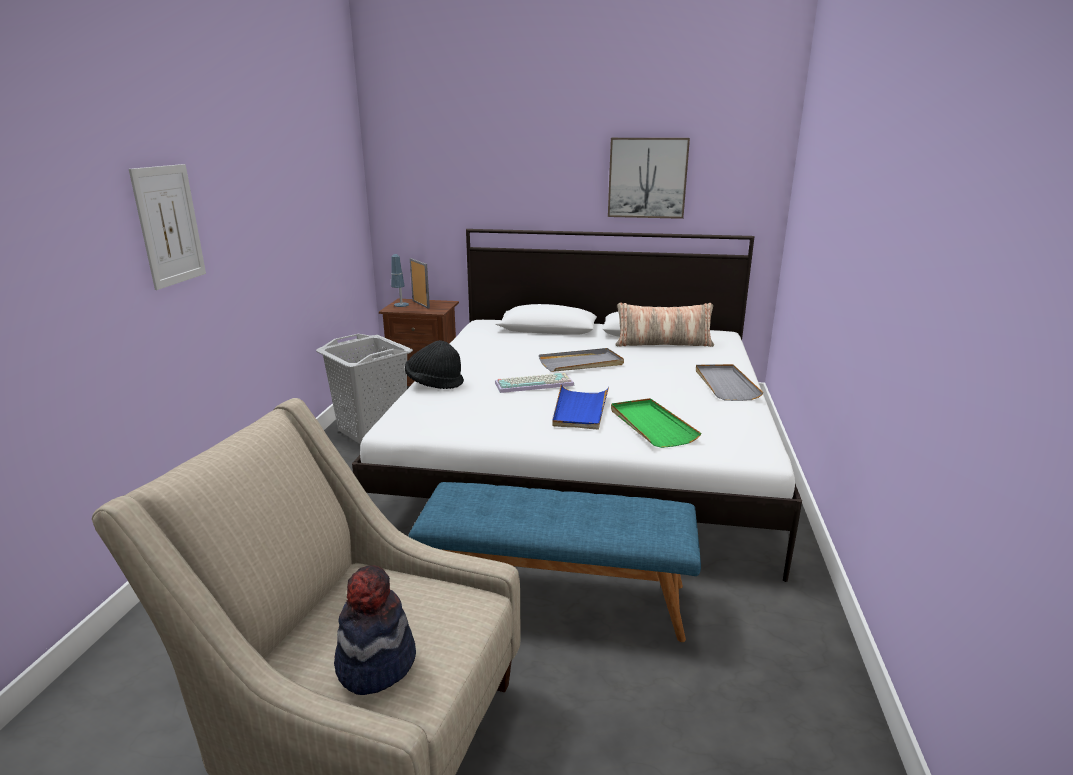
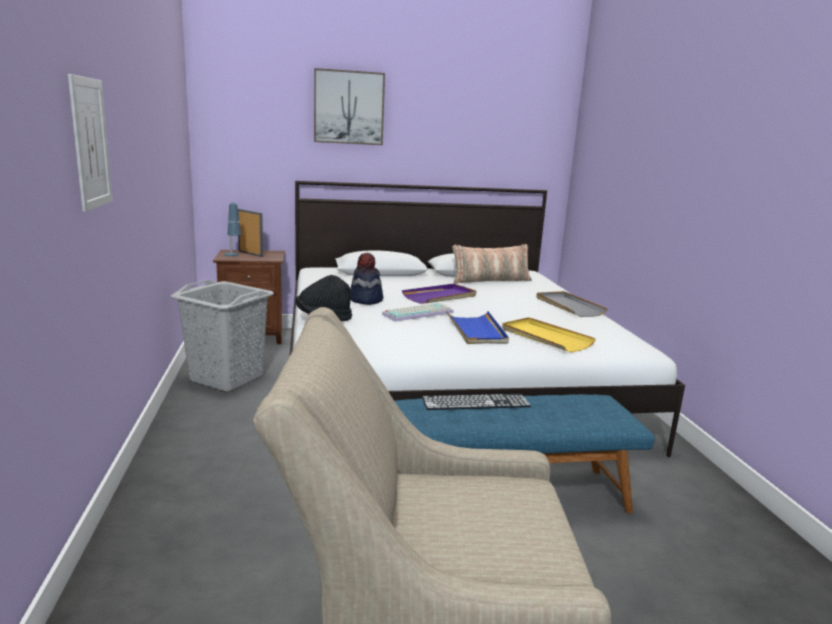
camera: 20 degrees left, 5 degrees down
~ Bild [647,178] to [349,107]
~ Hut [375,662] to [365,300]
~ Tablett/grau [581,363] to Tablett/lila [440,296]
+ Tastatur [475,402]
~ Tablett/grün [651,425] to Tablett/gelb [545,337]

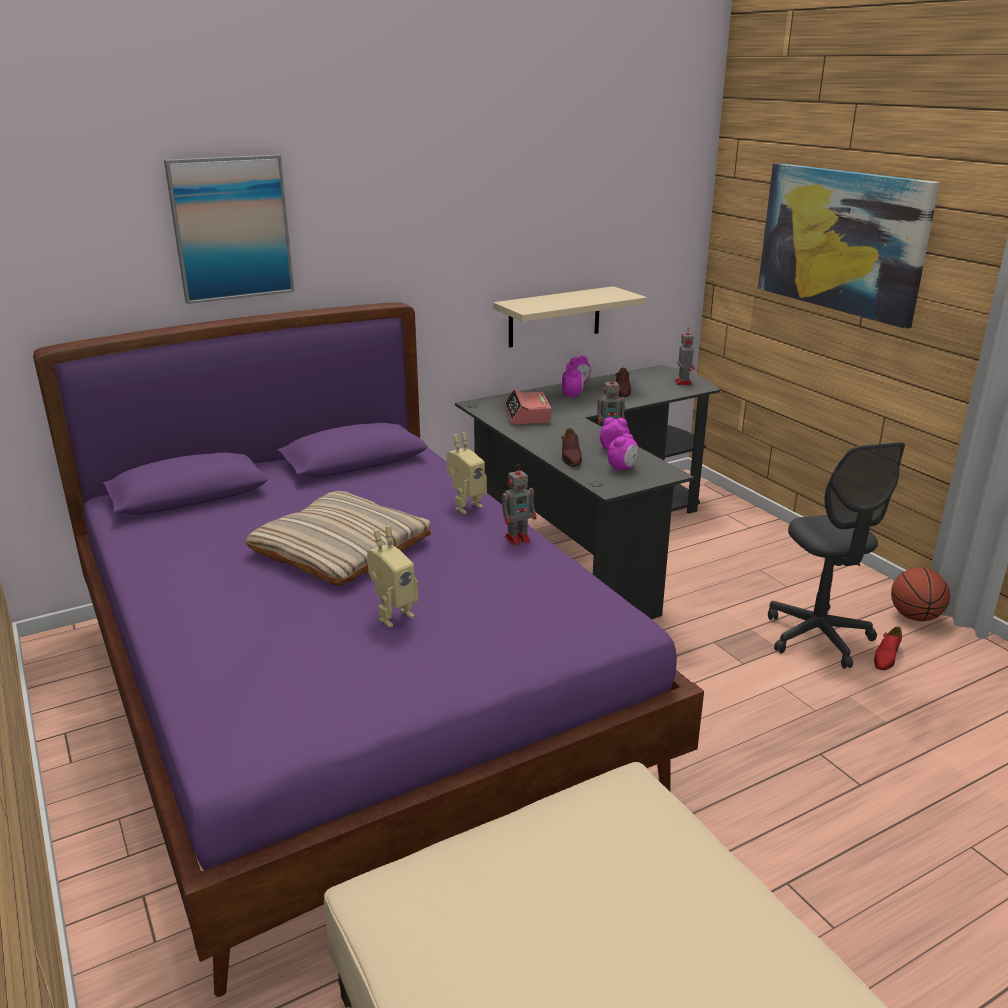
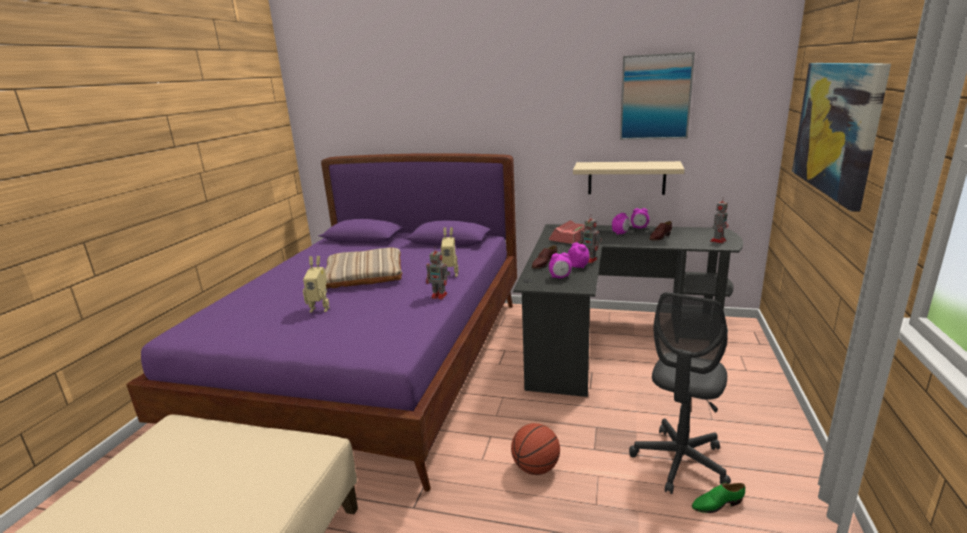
camera: 45 degrees right, 5 degrees down
~ Basketball [914,617] to [535,468]
~ Bild [231,228] to [655,97]
~ Schuh/rot [886,657] to Schuh/grün [716,504]

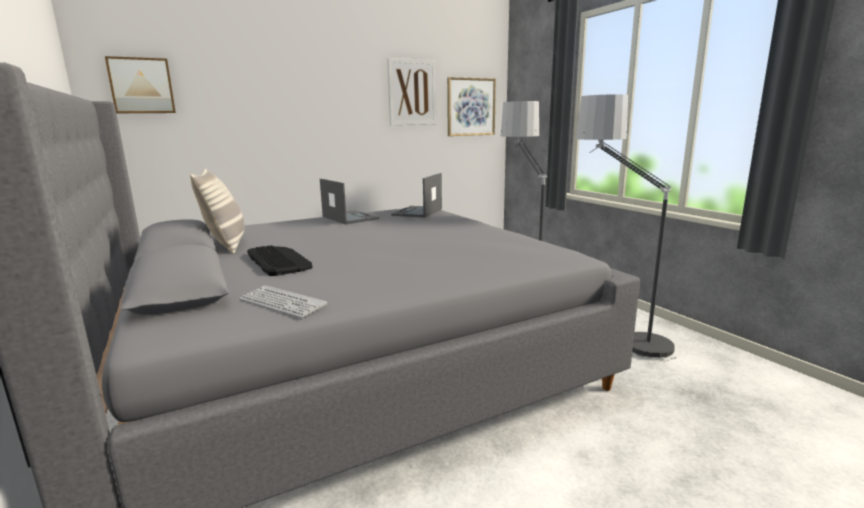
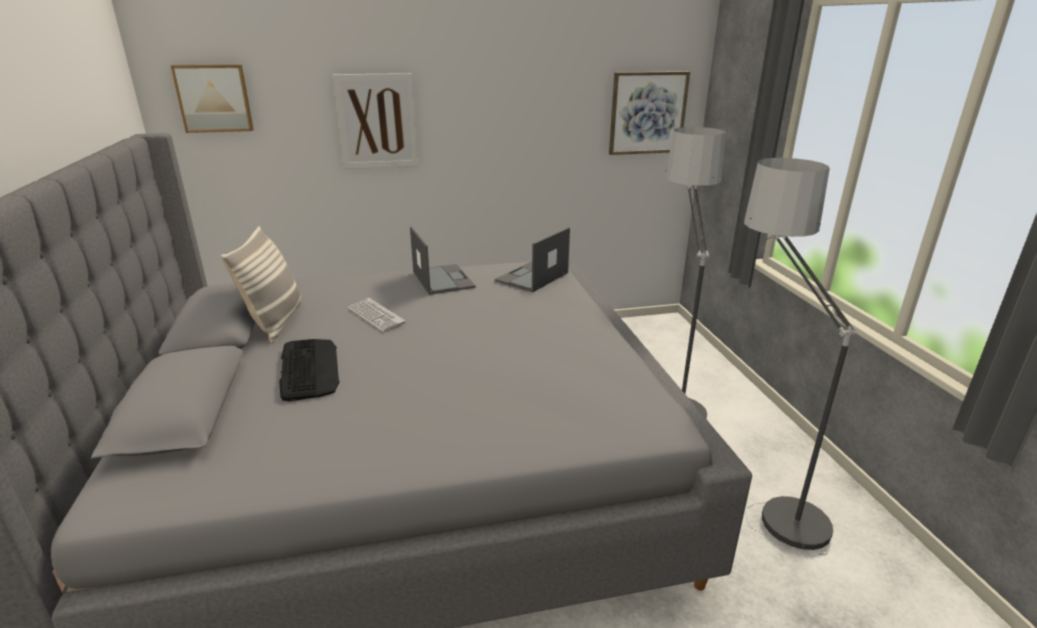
camera: 15 degrees right, 10 degrees up
~ Bild [412,92] to [377,121]
~ Tastatur [282,303] to [375,316]

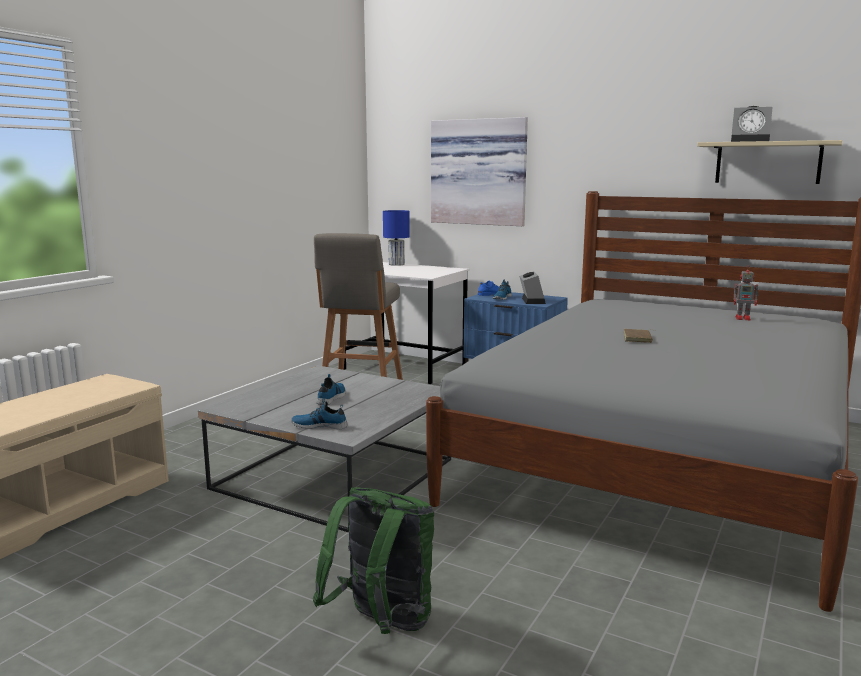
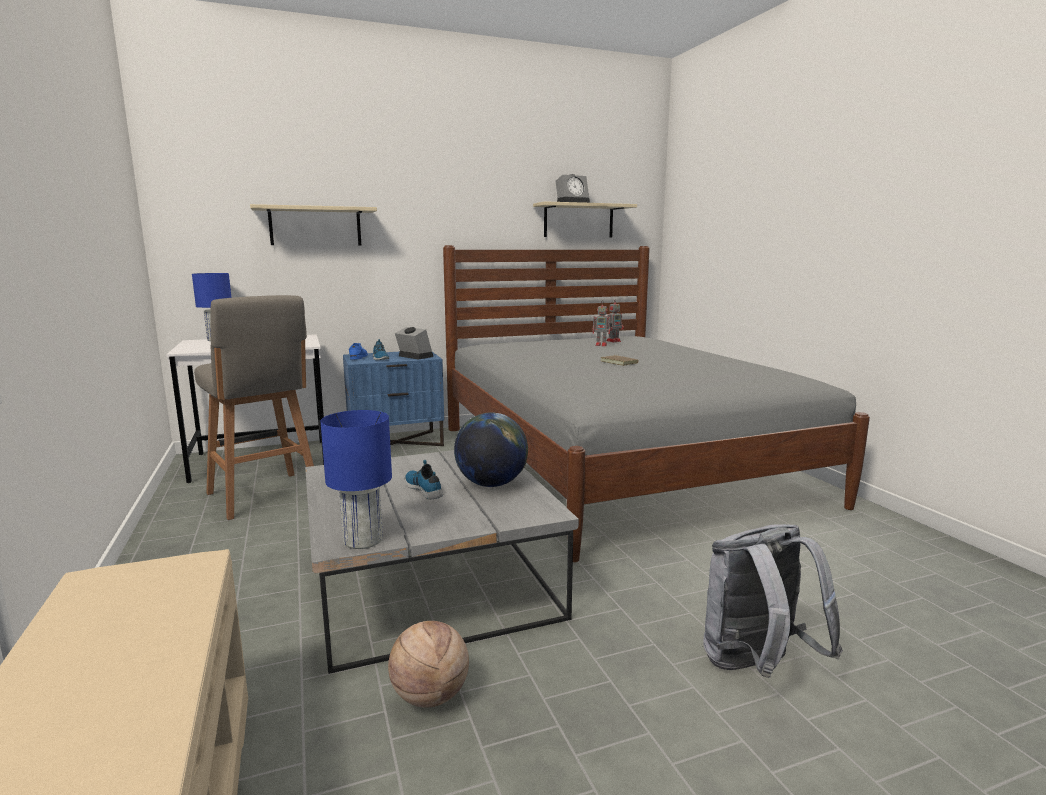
camera: 50 degrees left, 0 degrees up
~ Bild [479,172] to Wandregal/beige [315,226]
+ Tischlampe/blau [363,540]
+ Basketball [430,696]
+ Globus [491,484]
+ Spielzeugroboter [602,345]
~ Rucksack/grün [382,624] to Rucksack/grau [756,667]
- Schuh [319,425]

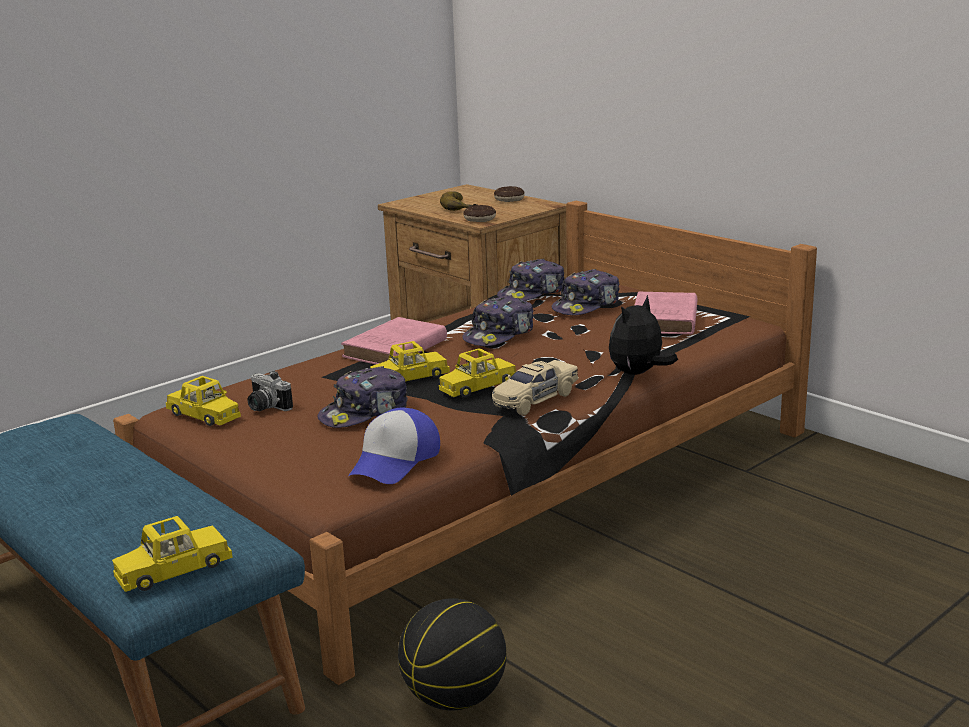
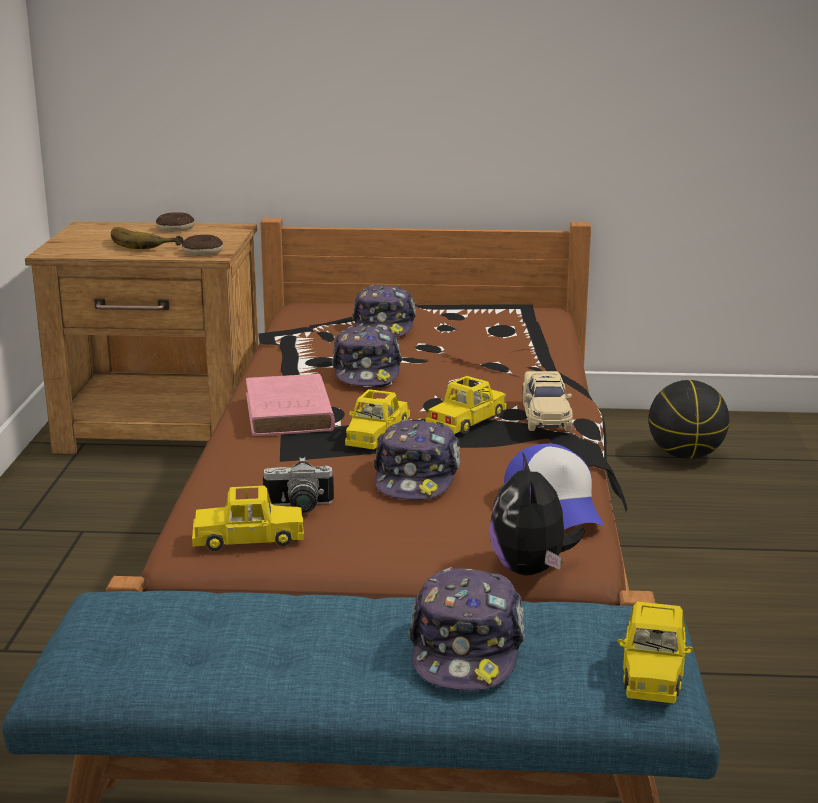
camera: 45 degrees left, 0 degrees up
~ Kappe [532,294] to [467,649]
~ Spielzeugauto/gelb [478,387] = [468,421] 150 degrees counterclockwise
~ Plüschtier [638,373] to [531,570]
~ Basketball [455,698] to [686,455]
- Buch/rosa [664,320]

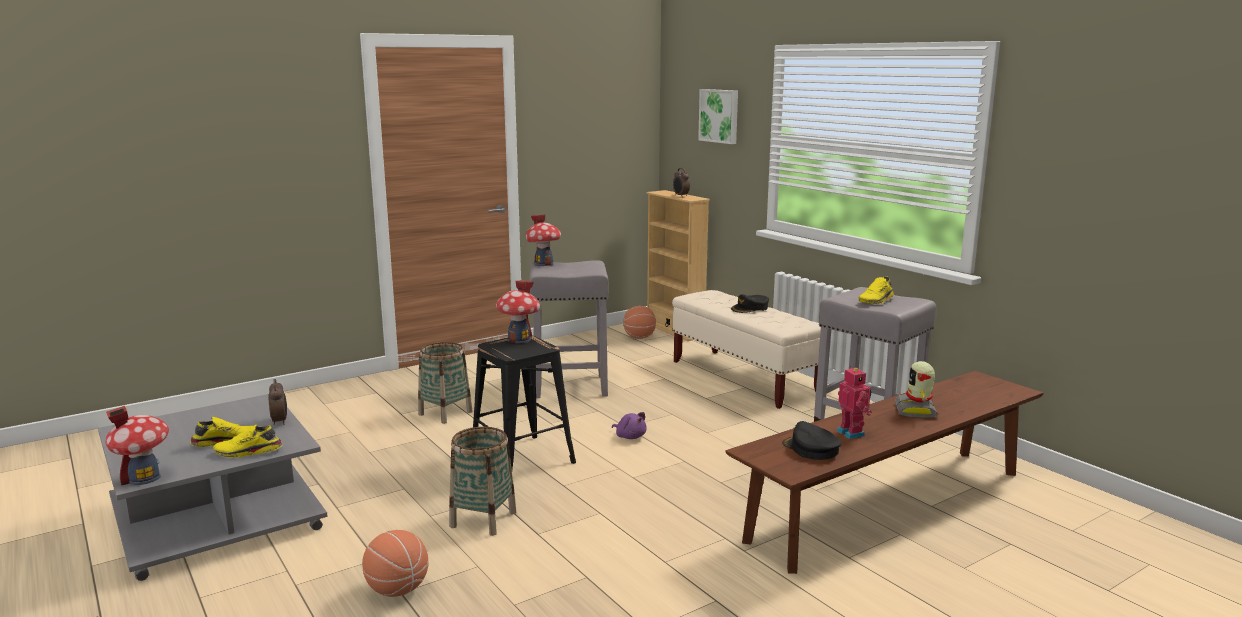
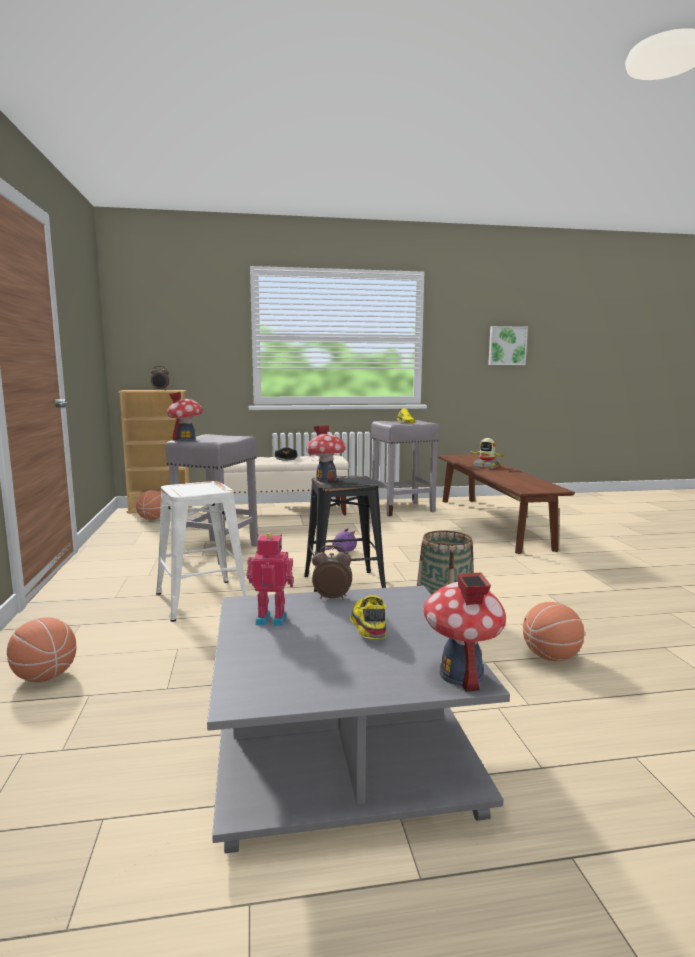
camera: 65 degrees left, 5 degrees down
+ Basketball [45,676]
~ Korb [445,413] to Hocker/weiß [200,599]
~ Spielzeugroboter [852,433] to [271,619]
~ Bild [720,116] to [507,346]
- Schuh/gelb [248,453]
- Kappe/schwarz [810,449]

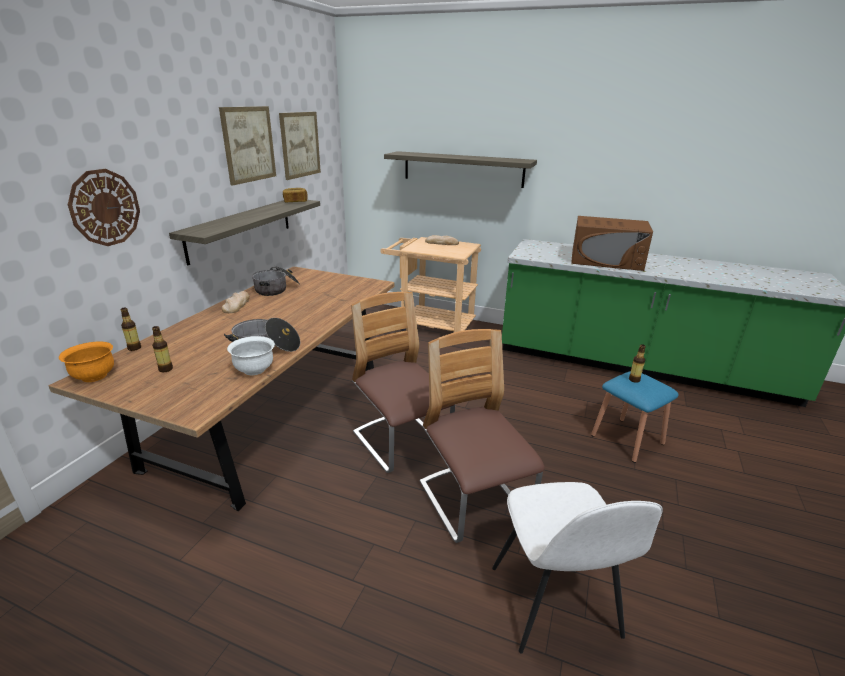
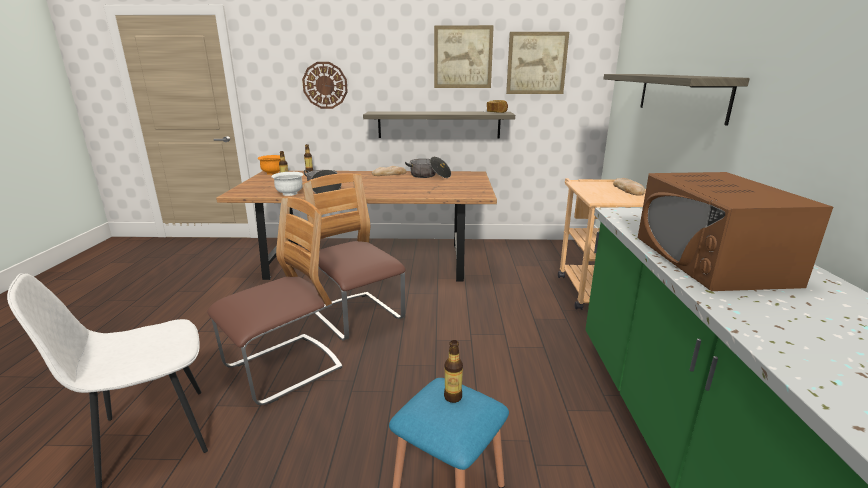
camera: 70 degrees right, 5 degrees down
~ Stuhl [401,442] = [357,317] 75 degrees counterclockwise

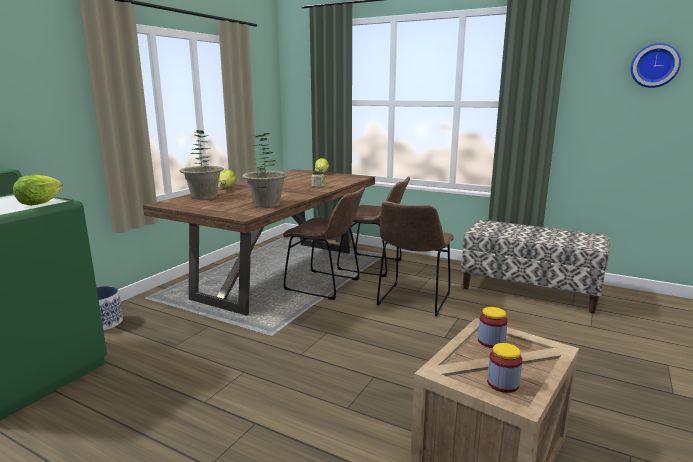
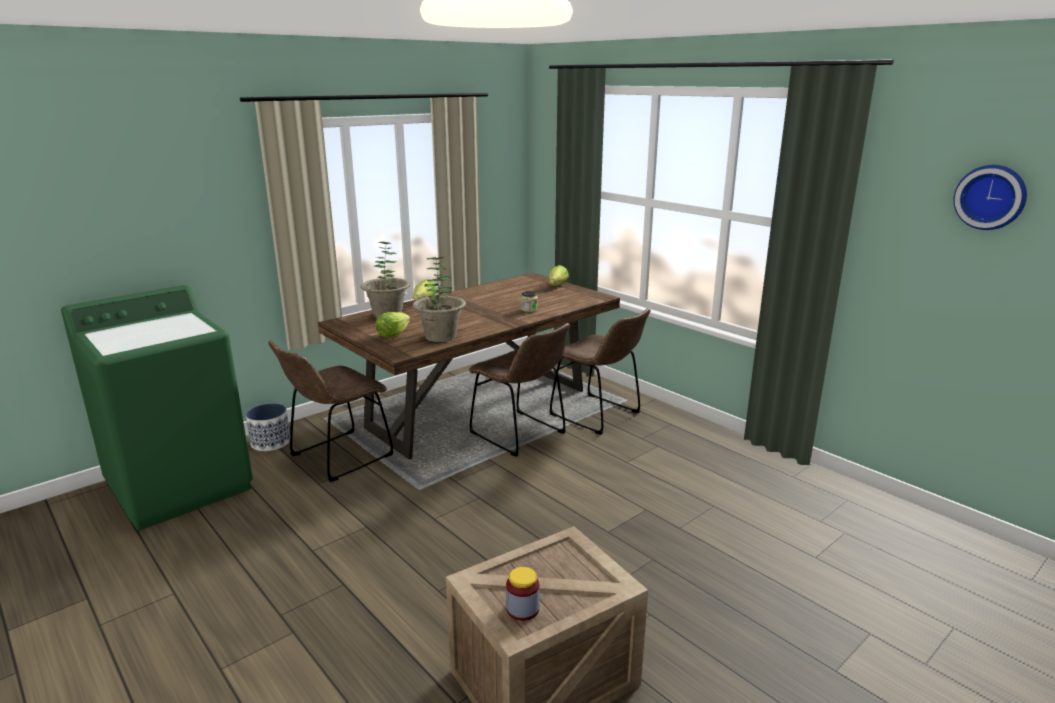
camera: 20 degrees right, 5 degrees up
~ Stuhl/braun [413,301] to [337,457]
~ Salatkopf [39,203] to [392,334]
- Bank [529,290]
- Vorratsglas [491,341]

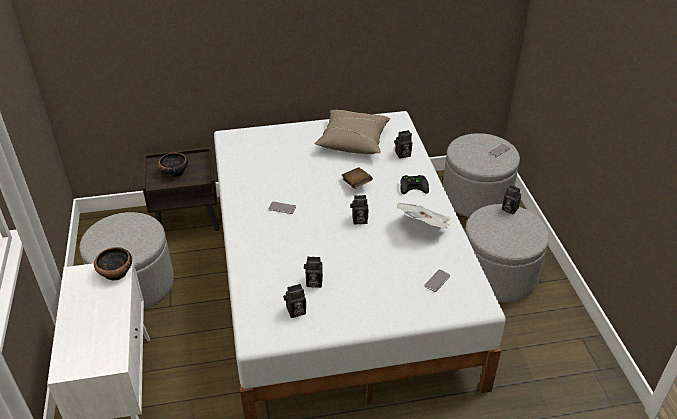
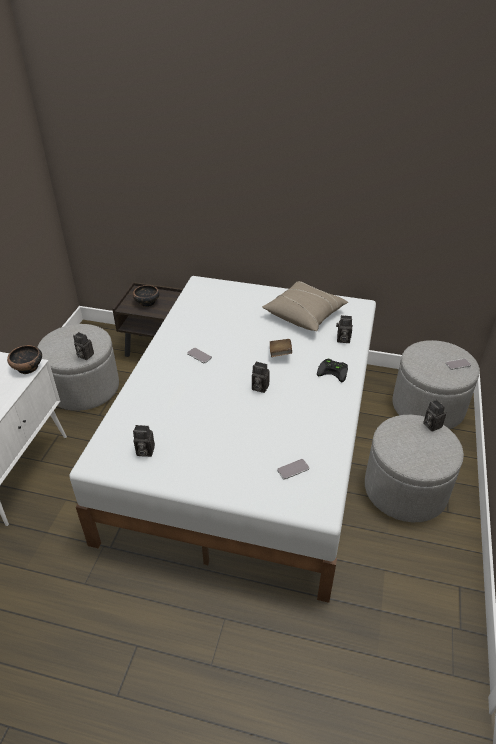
camera: 25 degrees right, 0 degrees up
~ Kamera [313,282] to [84,355]
- Zeitung [425,226]

